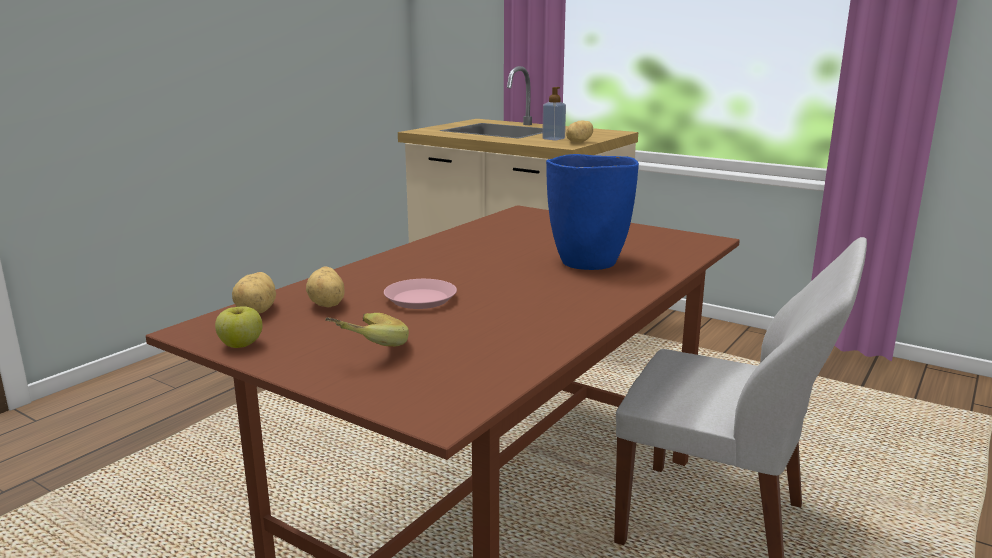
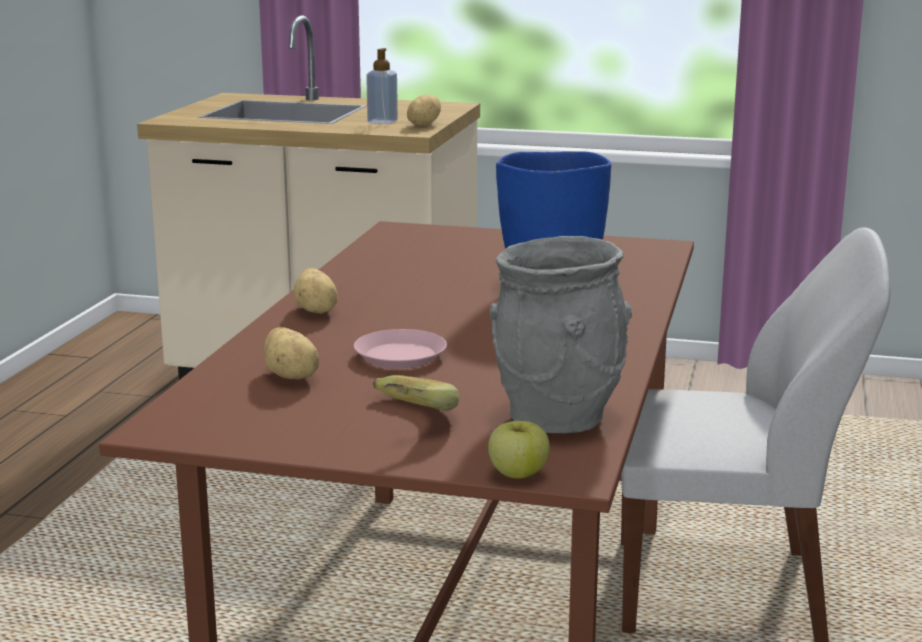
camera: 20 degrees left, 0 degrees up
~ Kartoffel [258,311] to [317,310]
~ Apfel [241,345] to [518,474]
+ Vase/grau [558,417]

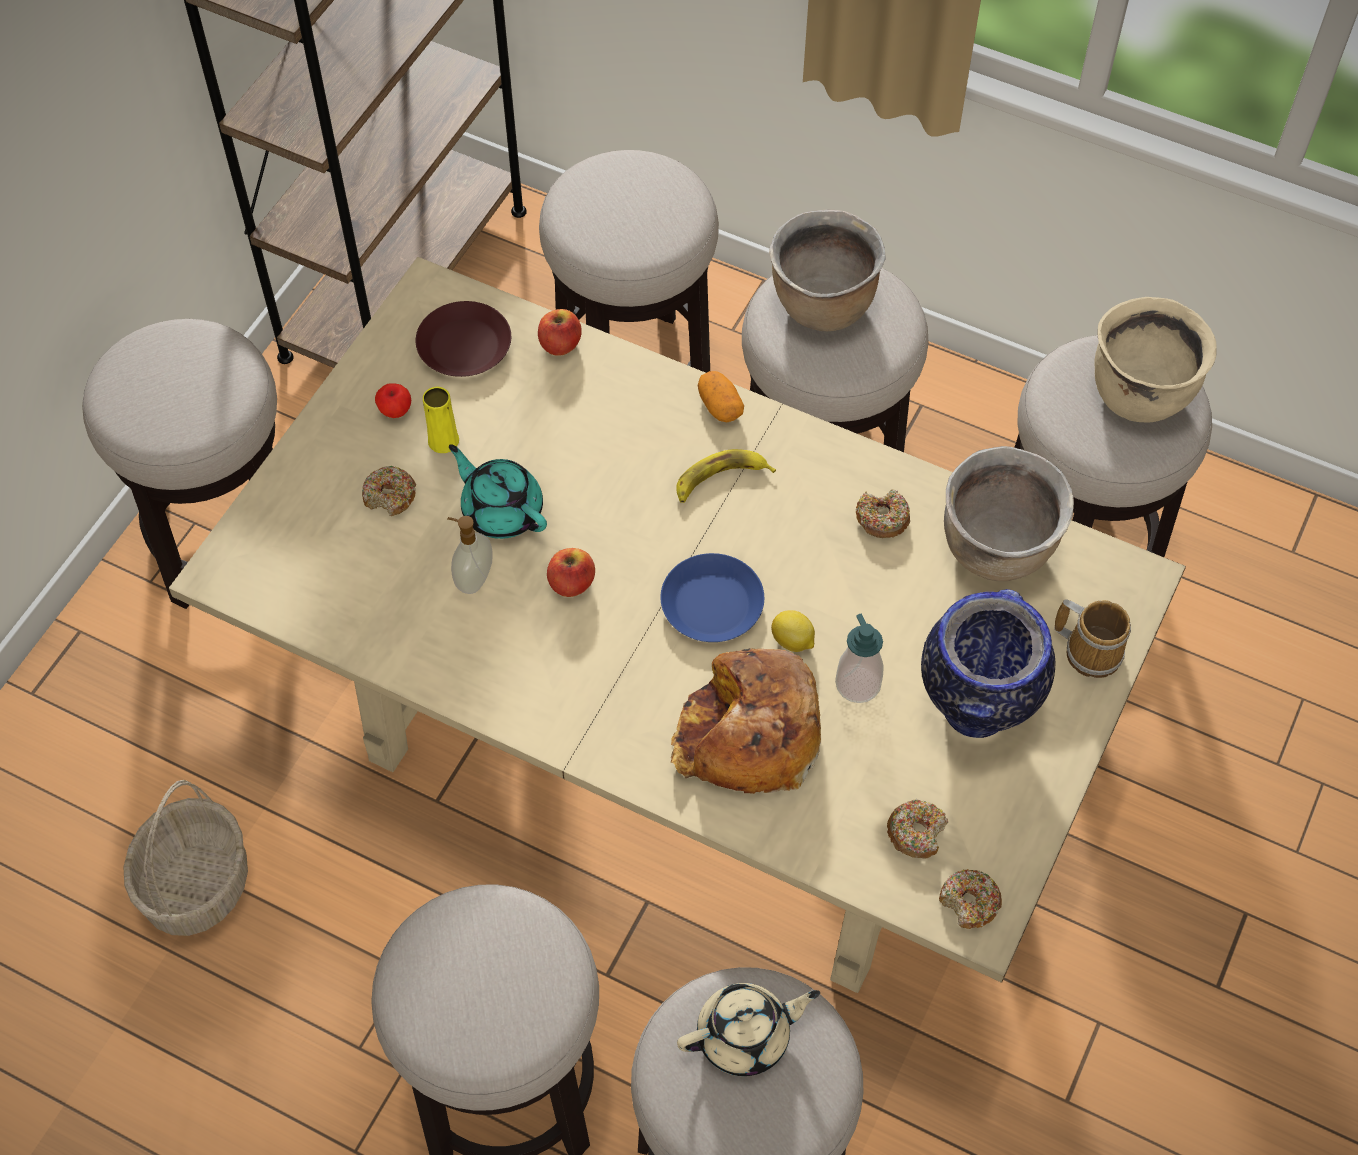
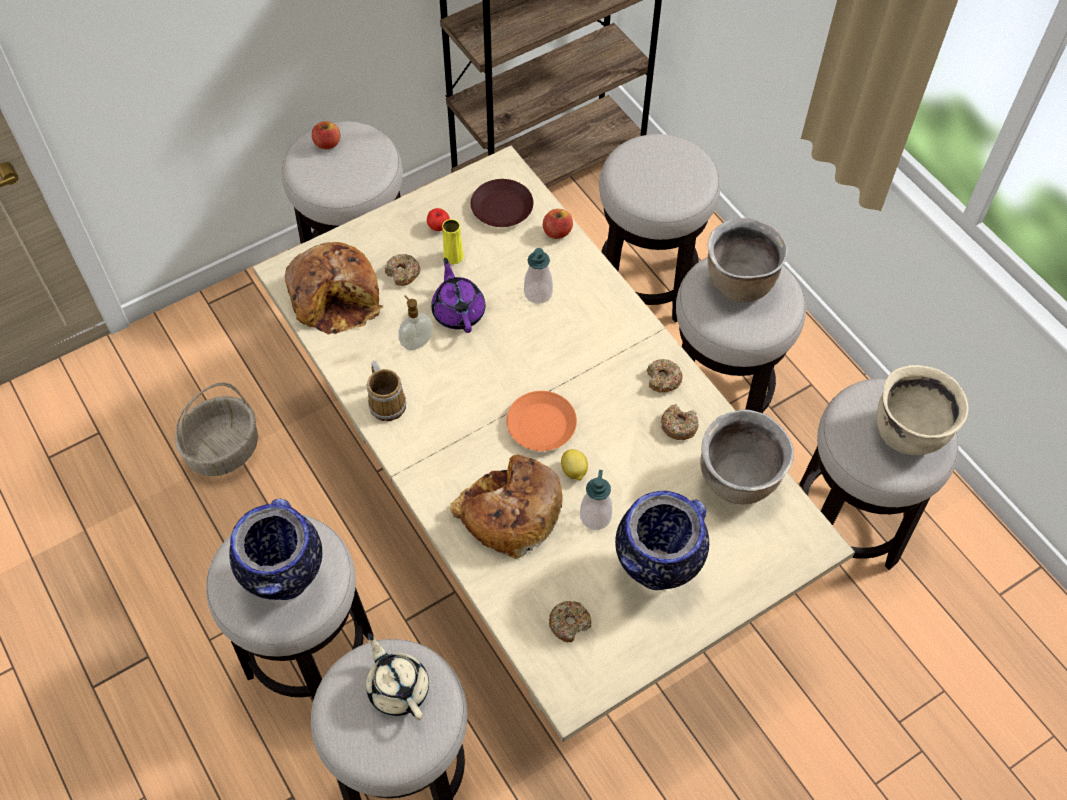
camera: 30 degrees right, 0 degrees up
+ Vase [287,581]
+ Brot [336,297]
~ Apfel [571,583] to [327,143]
~ Teekanne/beige [745,1036] = [398,687] 135 degrees counterclockwise
~ Henkelbecher [1090,650] to [387,402]
~ Teekanne/türkis [501,510] to Teekanne/lila [458,311]
~ Teller/blau [713,605] to Teller/orange [541,426]
+ Seifenspender [538,293]
~ Donut [969,903] to [663,379]
- Banane [720,480]
- Kartoffel [720,406]

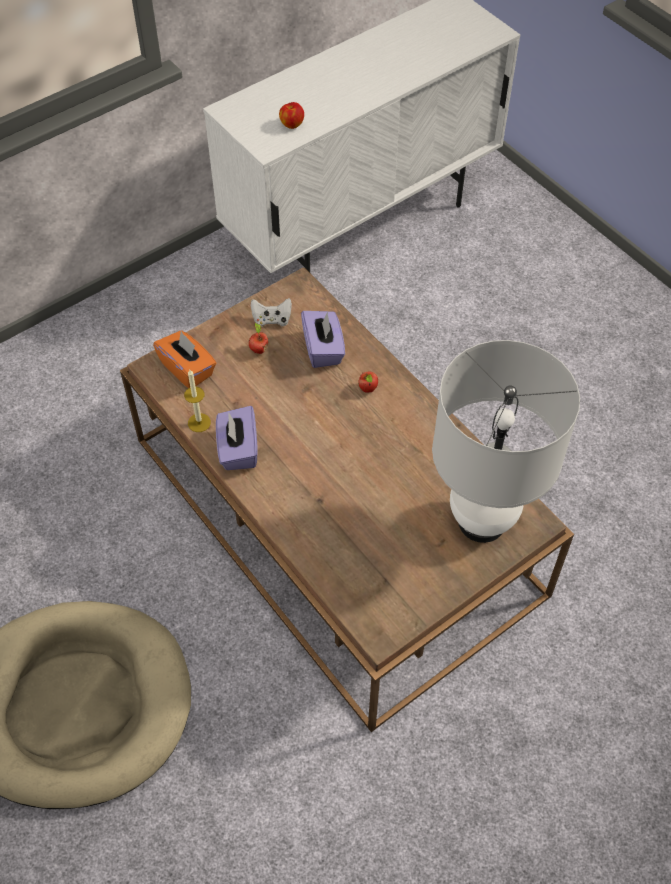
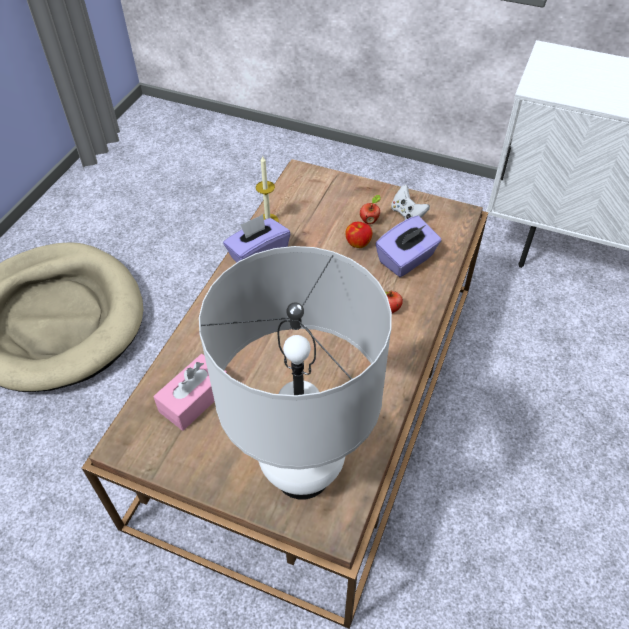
camera: 60 degrees right, 5 degrees down
+ Taschentuchbox/rosa [194,399]
~ Apfel [291,124] to [358,243]
- Taschentuchbox/orange [188,369]

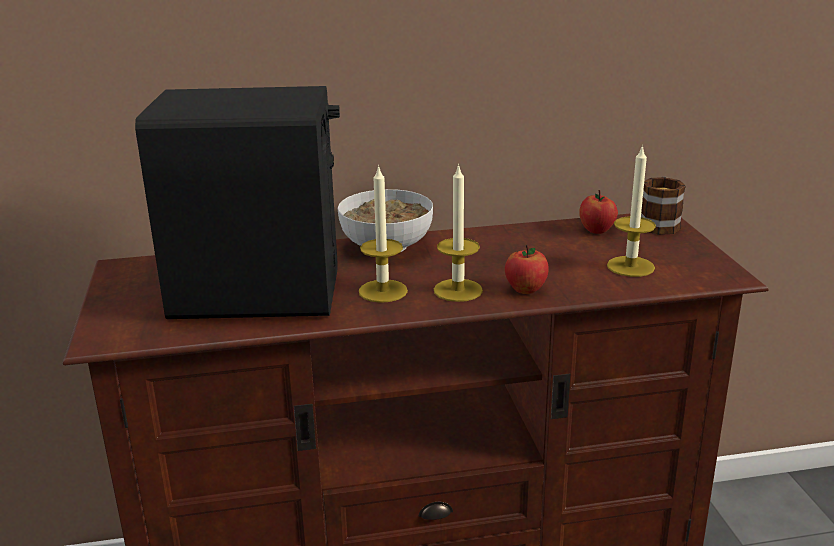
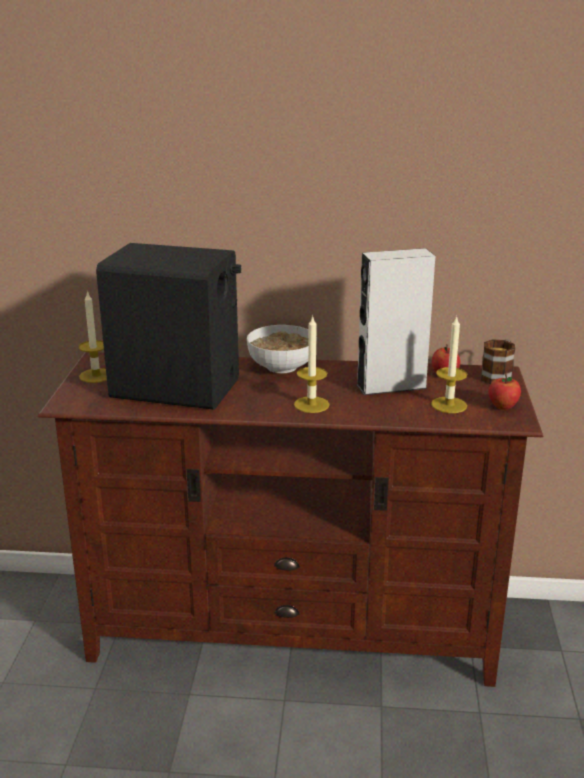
camera: 15 degrees right, 0 degrees up
~ Kerze [383,291] to [96,375]
+ Lautsprecher/grau [391,386]
~ Apfel [525,290] to [502,406]

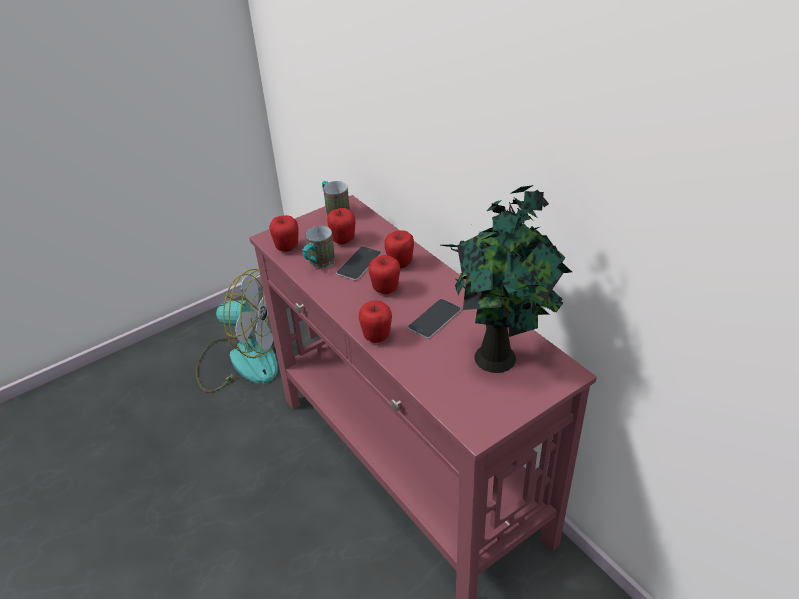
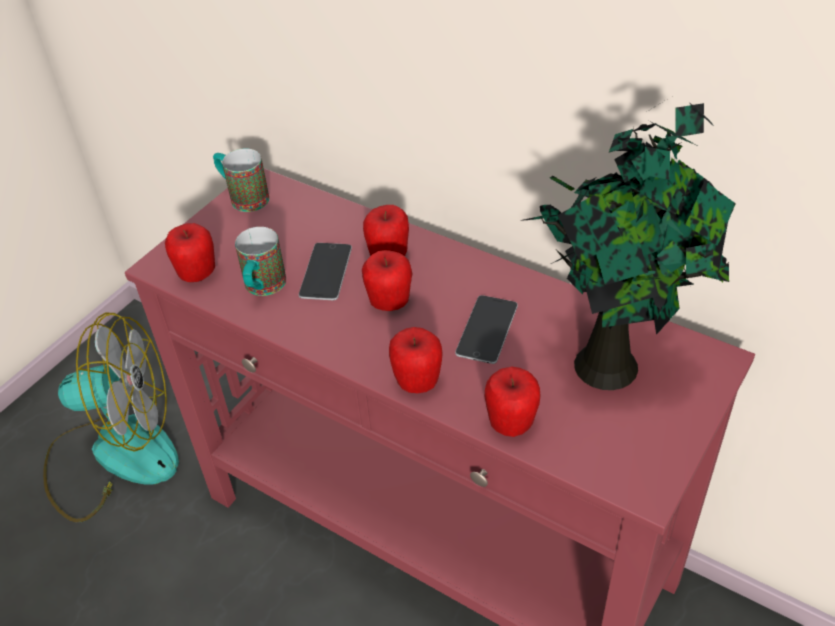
camera: 20 degrees left, 5 degrees up
~ Apfel [343,240] to [511,424]

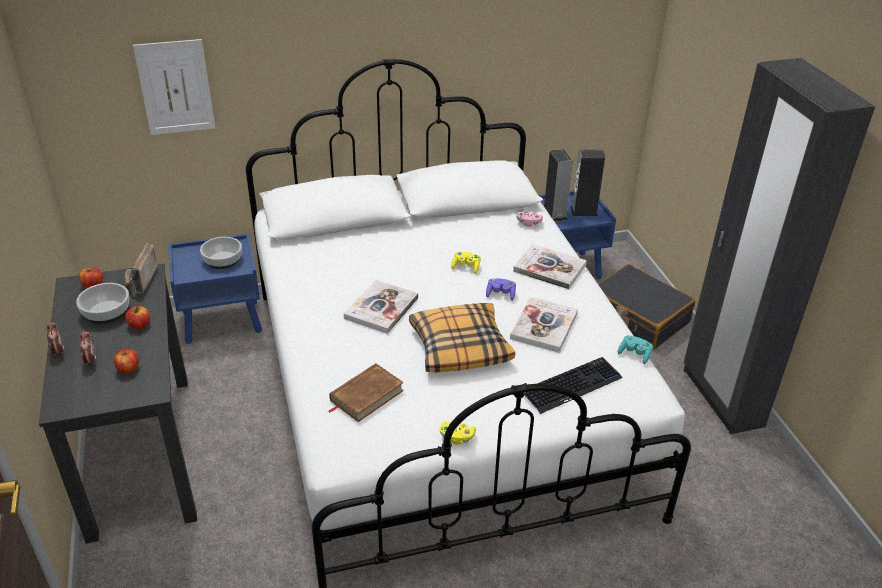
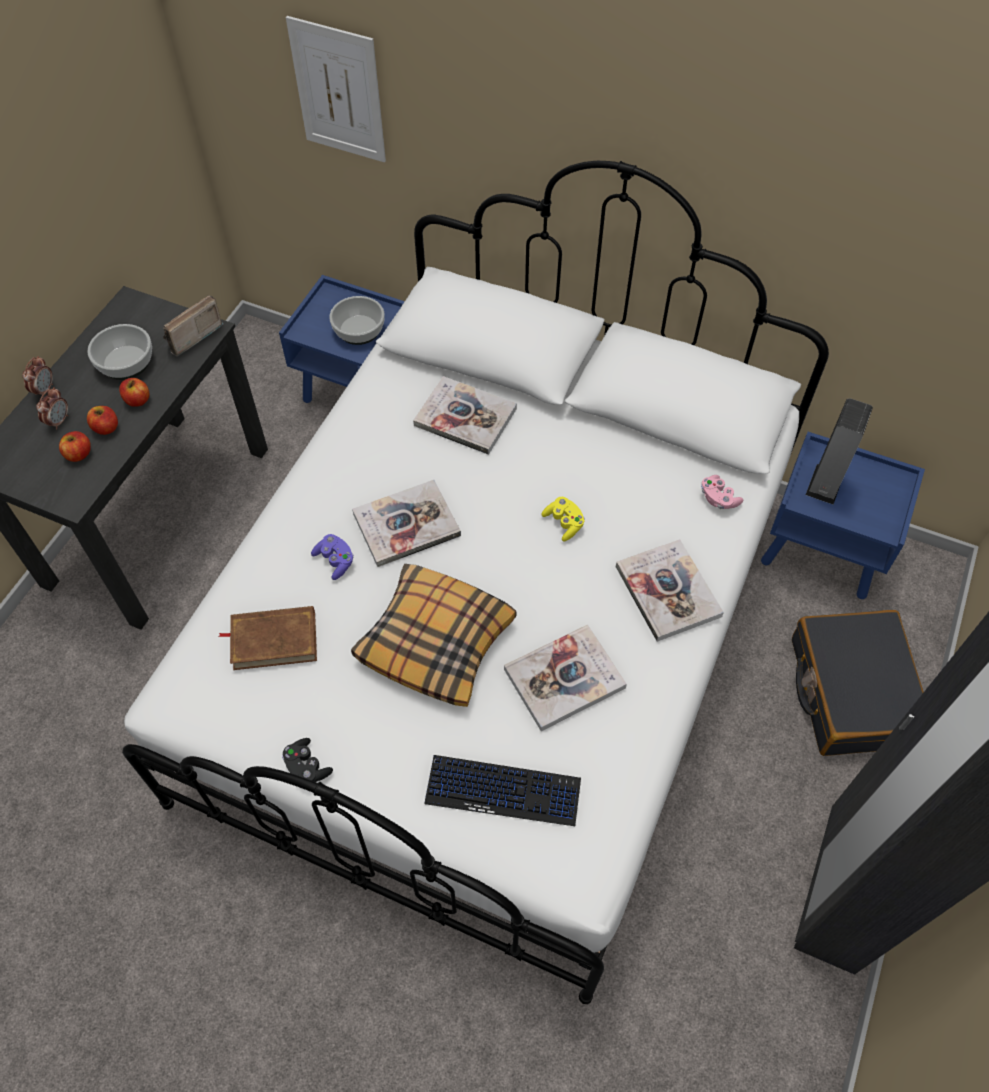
camera: 40 degrees right, 20 degrees up
~ Apfel [93,285] to [106,428]
~ Gamepad/gelb [456,437] to Gamepad/schwarz [307,766]
~ Gamepad/lila [500,294] to [335,561]
+ Buch [465,417]
- Lautsprecher [584,211]
- Gamepad/türkis [634,354]

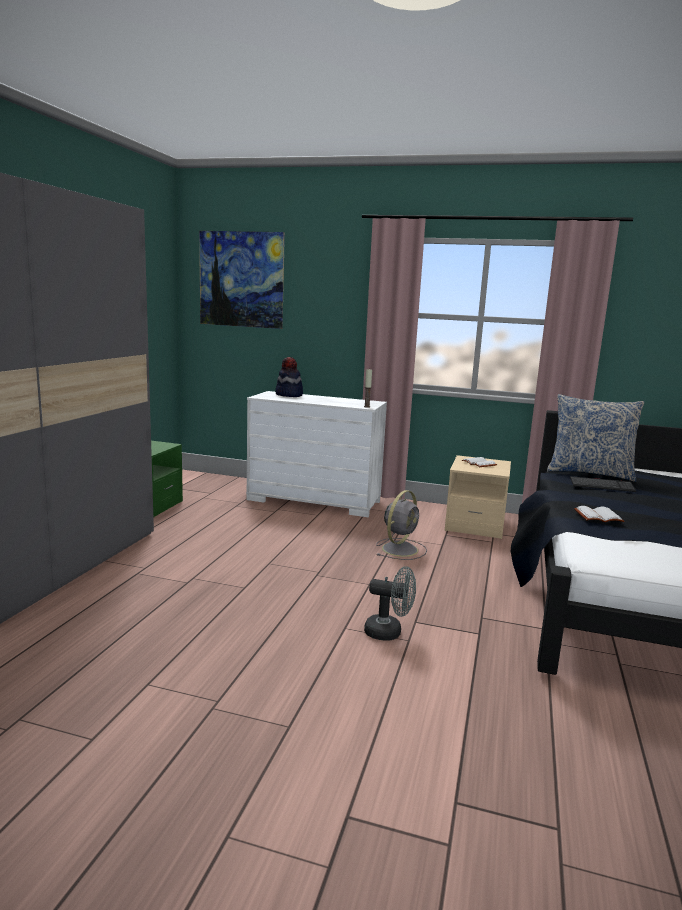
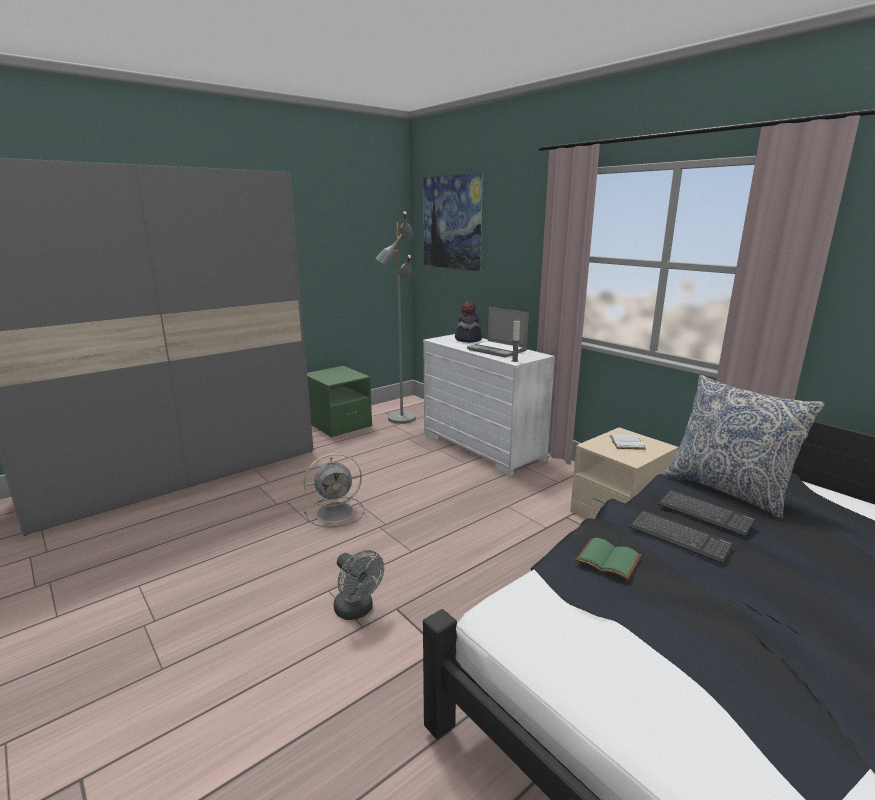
camera: 35 degrees right, 5 degrees up
~ Ventilator/grau [400,549] to [337,512]
+ Stehlampe/grau [401,418]
+ Laptop [498,350]
~ Buch/weiß [598,516] to Buch/grün [609,559]
+ Tastatur [679,537]

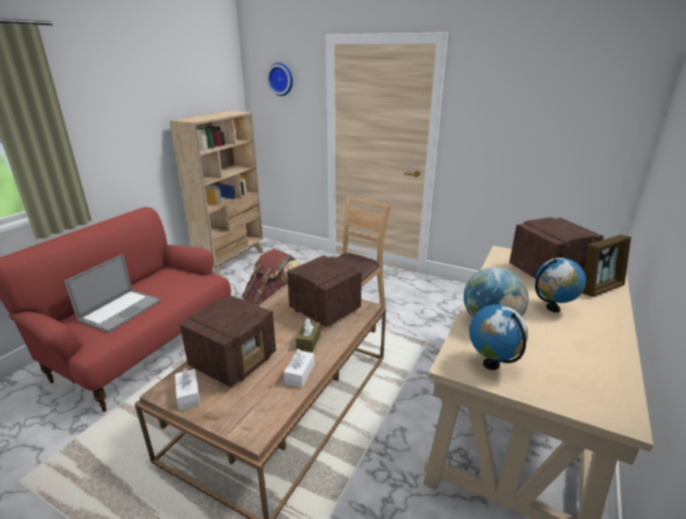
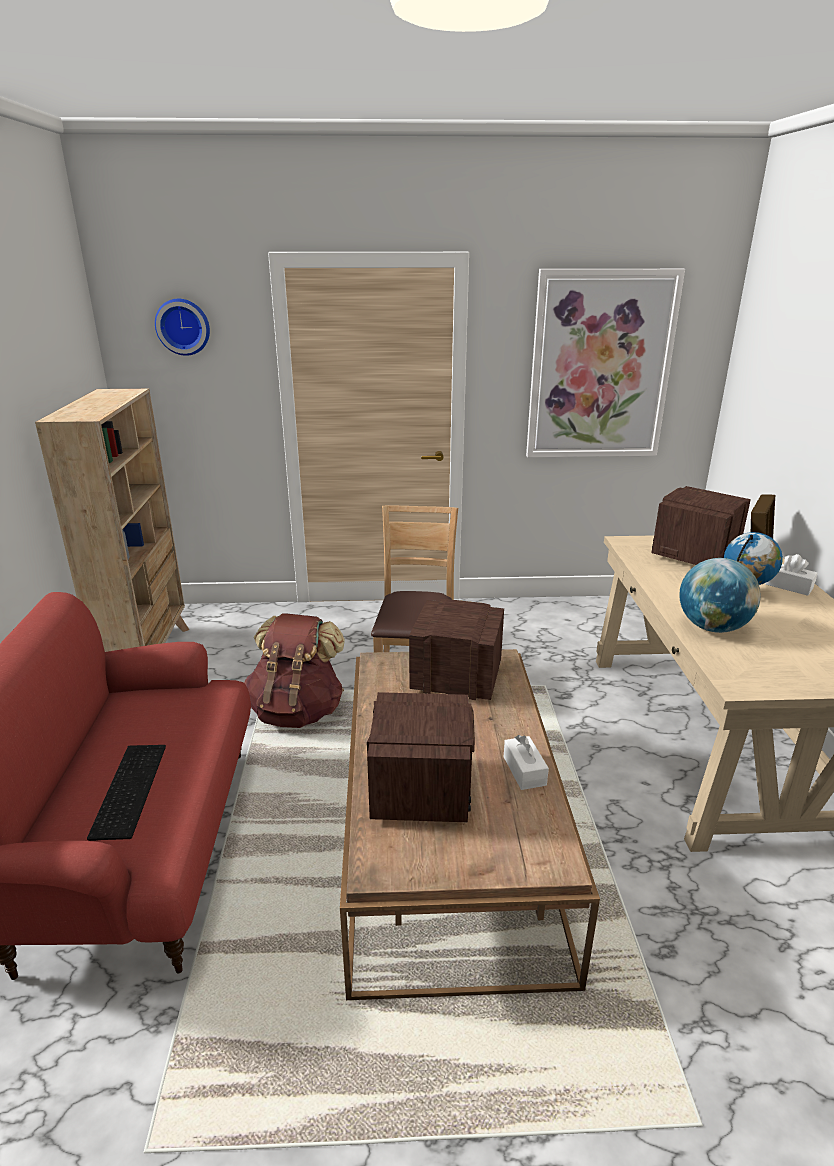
camera: 30 degrees left, 0 degrees up
~ Laptop [120,310] to Tastatur [127,788]
+ Bild [600,367]
~ Taschentuchbox/weiß [188,395] to [789,586]
- Taschentuchbox/braun [309,341]
- Globus [491,364]

